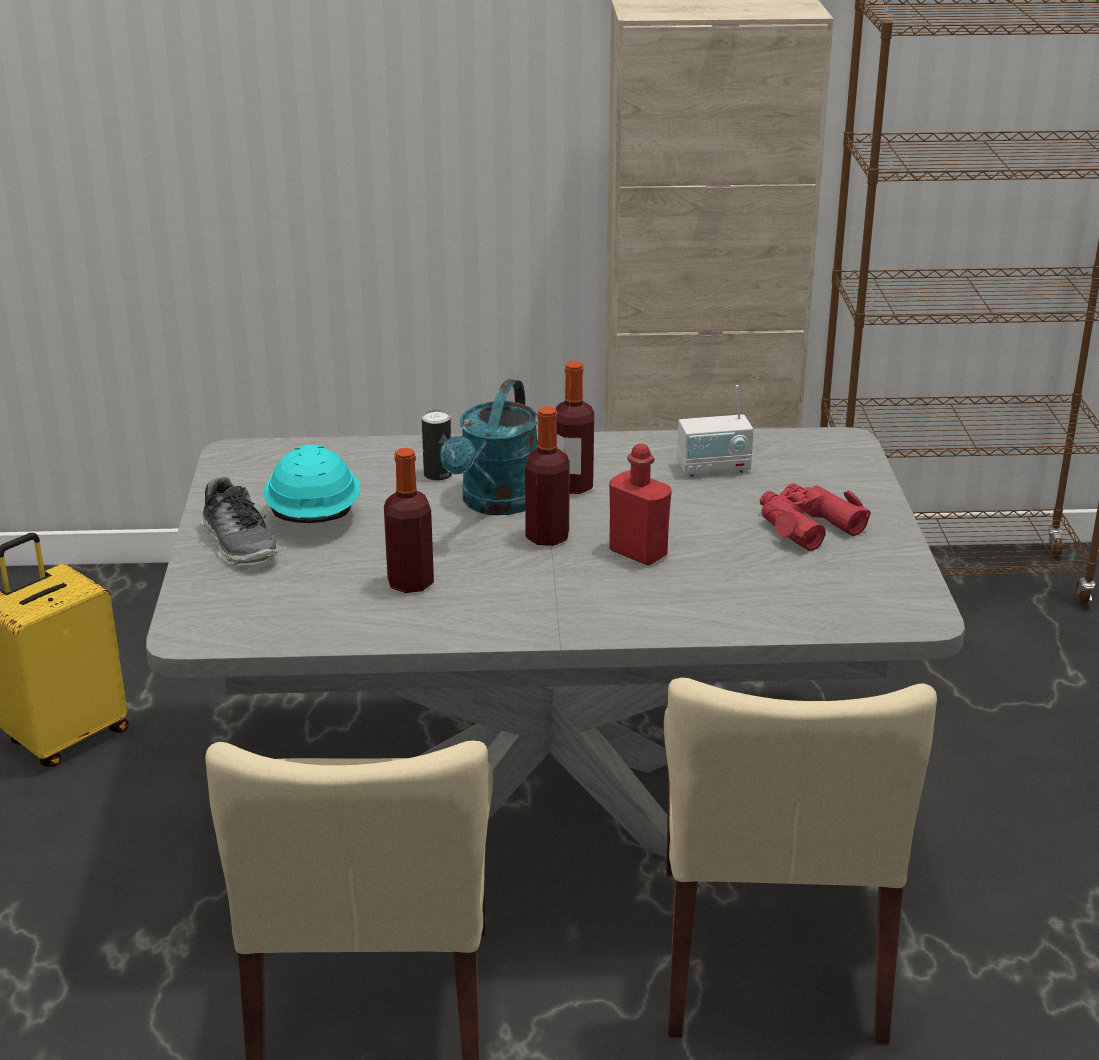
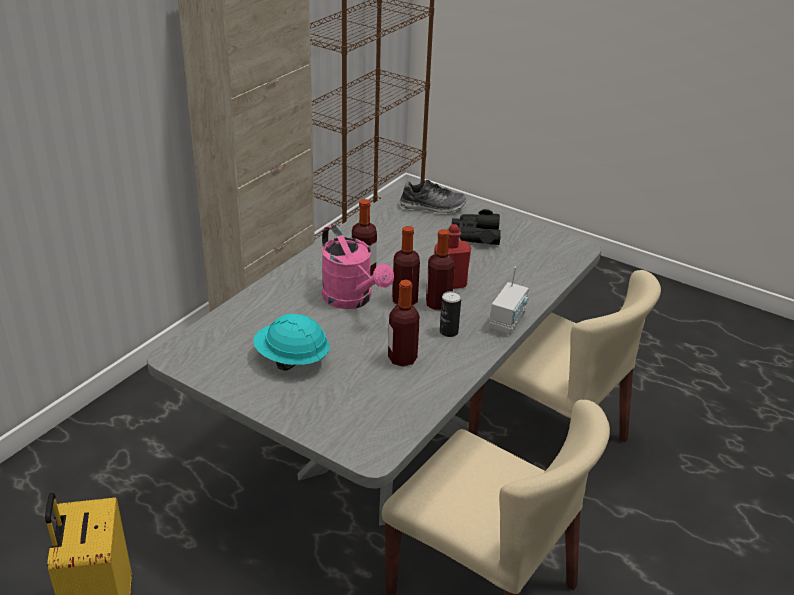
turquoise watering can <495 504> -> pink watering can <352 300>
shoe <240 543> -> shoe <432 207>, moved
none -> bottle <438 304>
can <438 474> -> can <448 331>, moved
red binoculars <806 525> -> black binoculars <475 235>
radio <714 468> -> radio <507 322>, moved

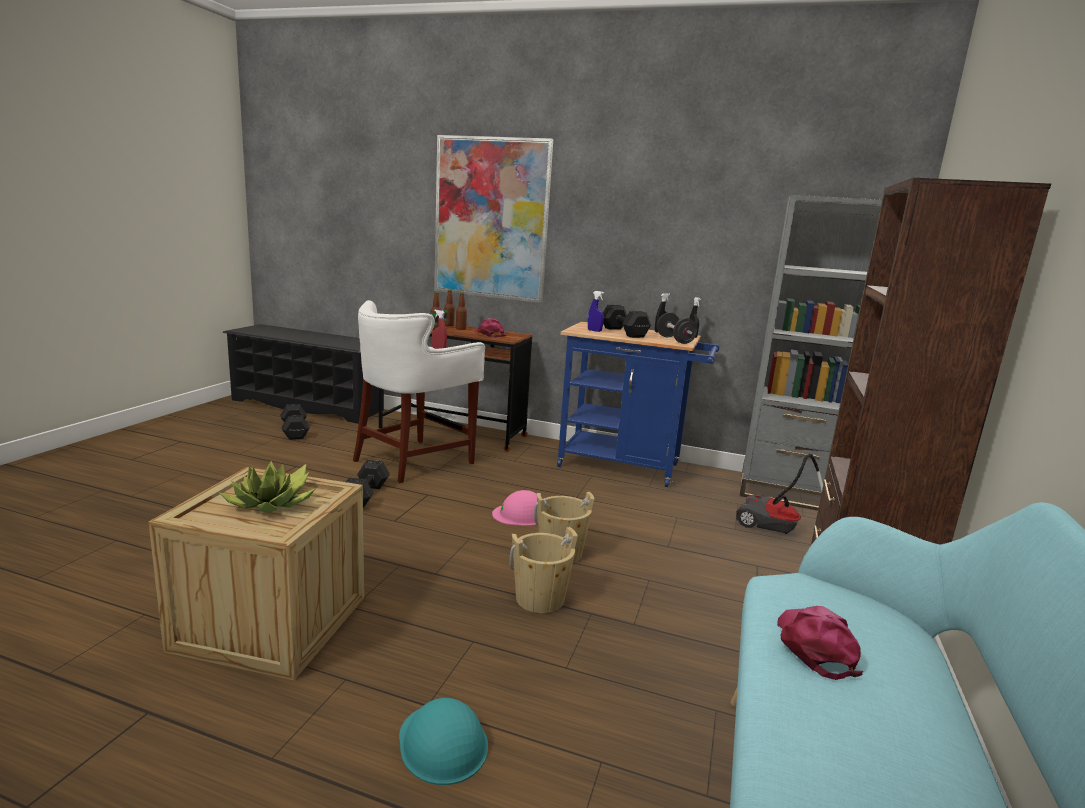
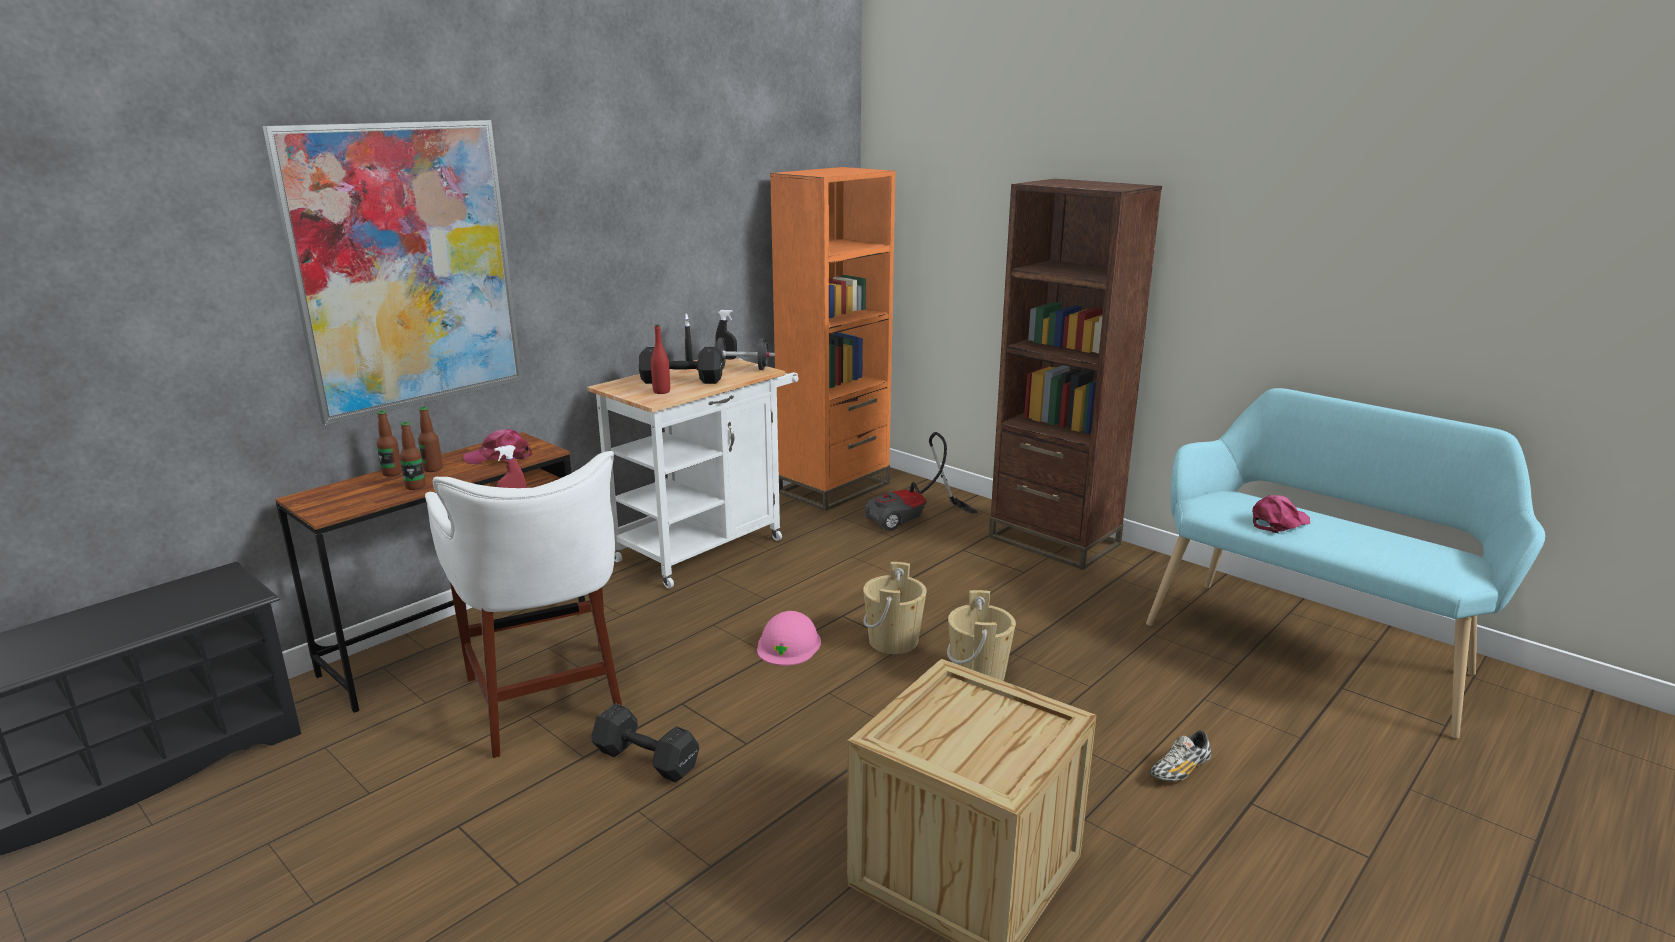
blue cart <627 467> -> white cart <706 546>
blue spray bottle <594 331> -> red bottle <661 391>
grey bookcase <785 493> -> orange bookcase <834 488>
turquoise hard hat <443 743> -> shoe <1179 771>
pink cap <815 646> -> pink cap <1279 522>, 120 degrees clockwise
potted plant <273 504> -> none
black dumbbell <295 431> -> none

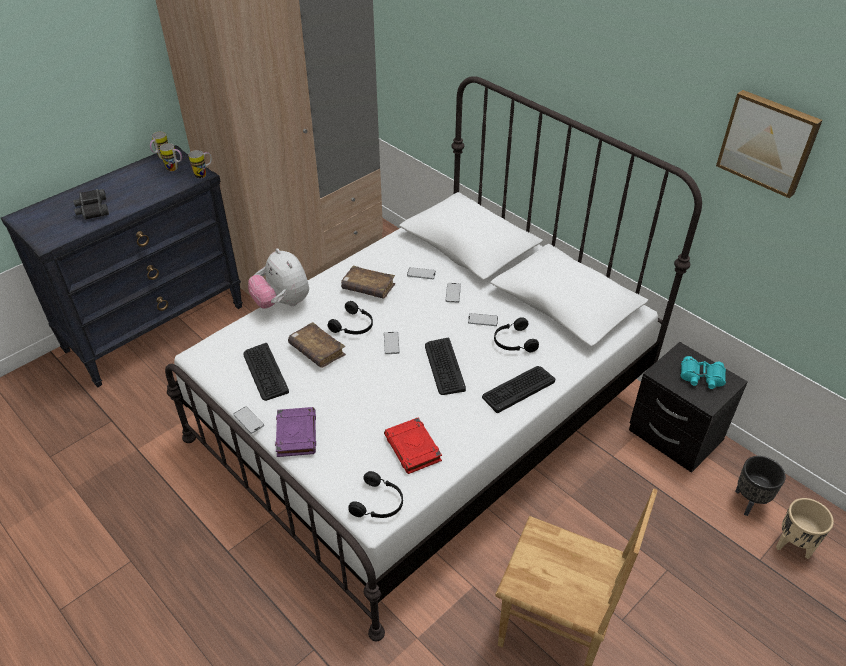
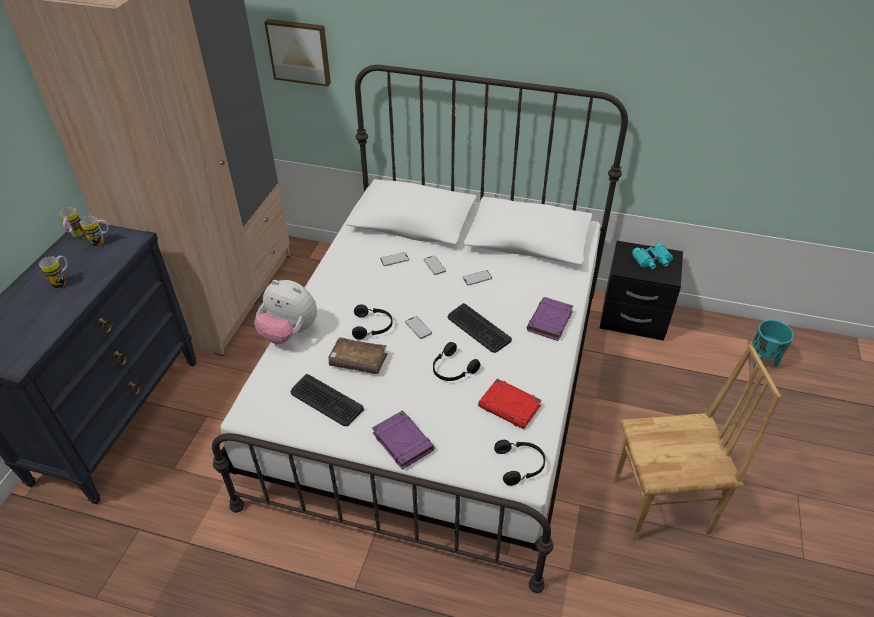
mug <204 175> -> mug <63 282>, moved
picture <768 142> -> picture <299 51>, moved
black headphones <513 342> -> black headphones <452 369>, moved
keyboard <518 389> -> purple book <550 321>
beige planter <793 545> -> turquoise planter <762 361>
black binoculars <92 209> -> none
phone <248 420> -> none
brown book <368 288> -> none
black planter <749 503> -> none

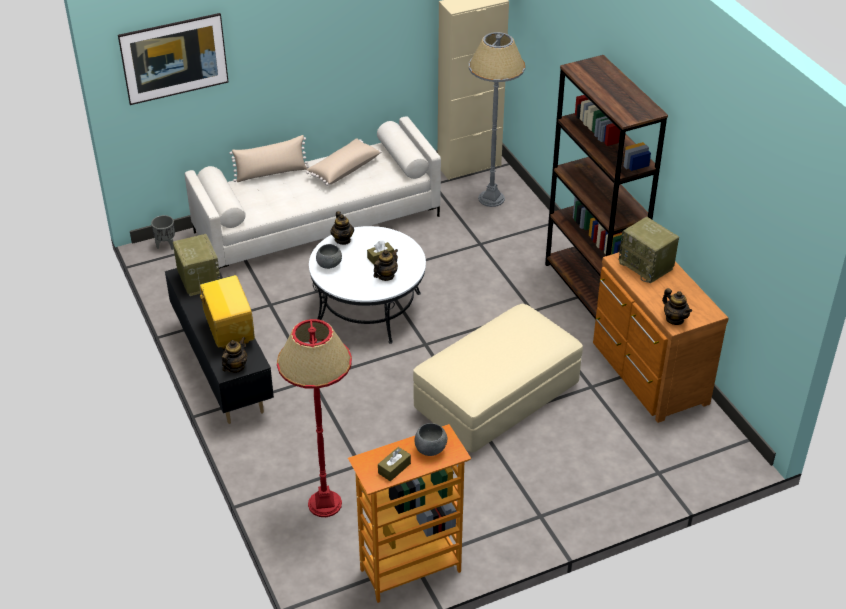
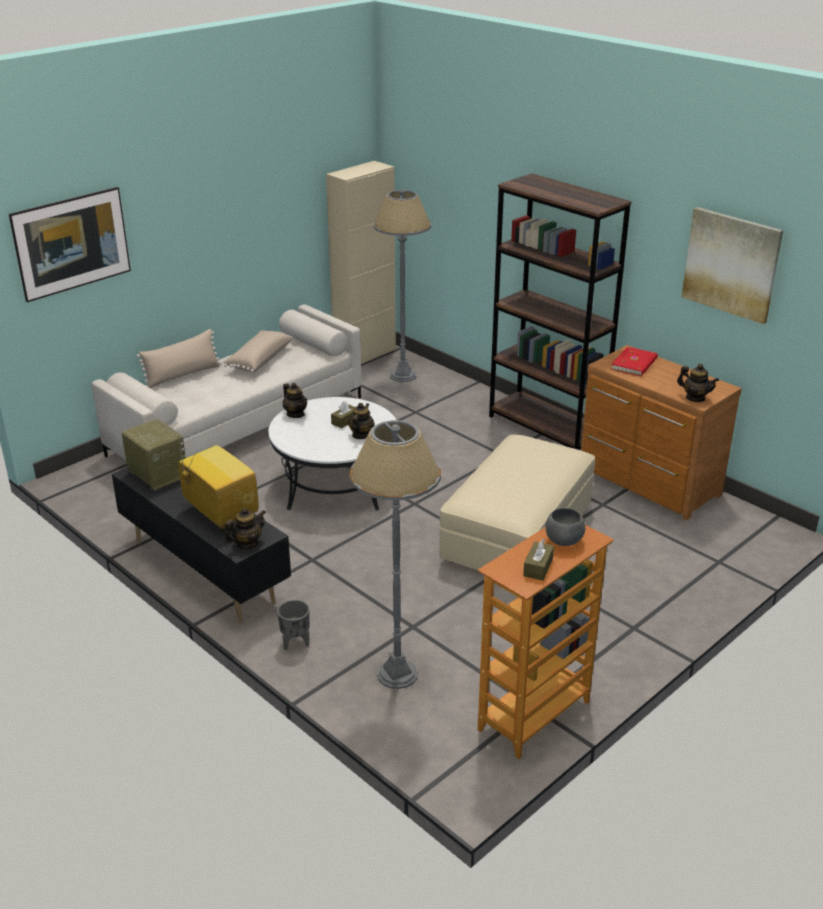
teapot <235 367> -> teapot <247 544>, 45 degrees clockwise
grey planter <166 245> -> grey planter <295 642>, moved
red floor lamp <324 504> -> grey floor lamp <396 674>
radio <647 266> -> red book <635 364>
none -> picture <731 264>
grey bowl <329 265> -> none

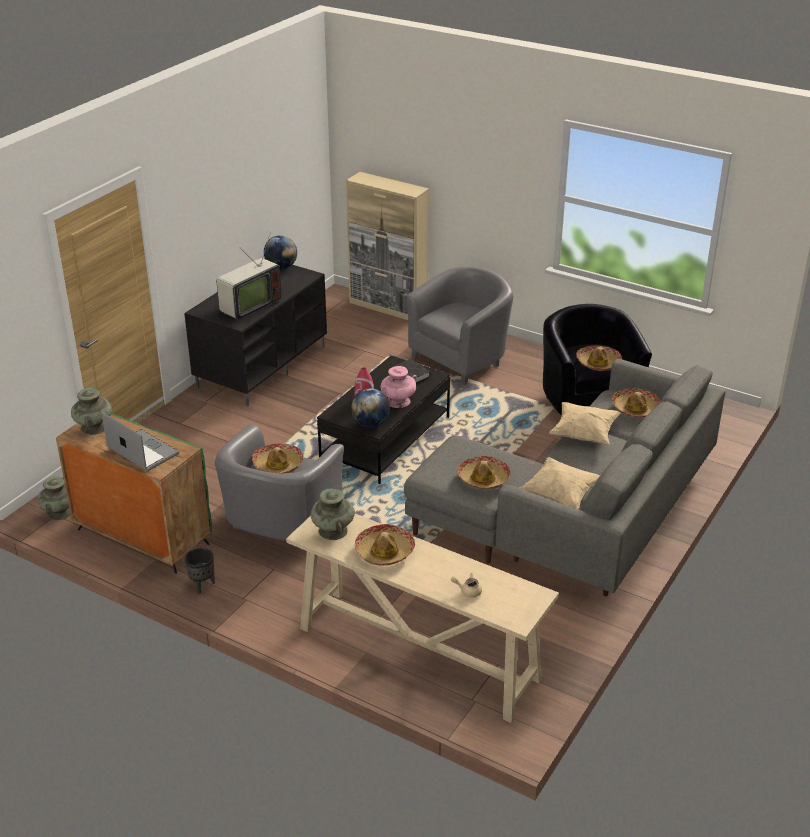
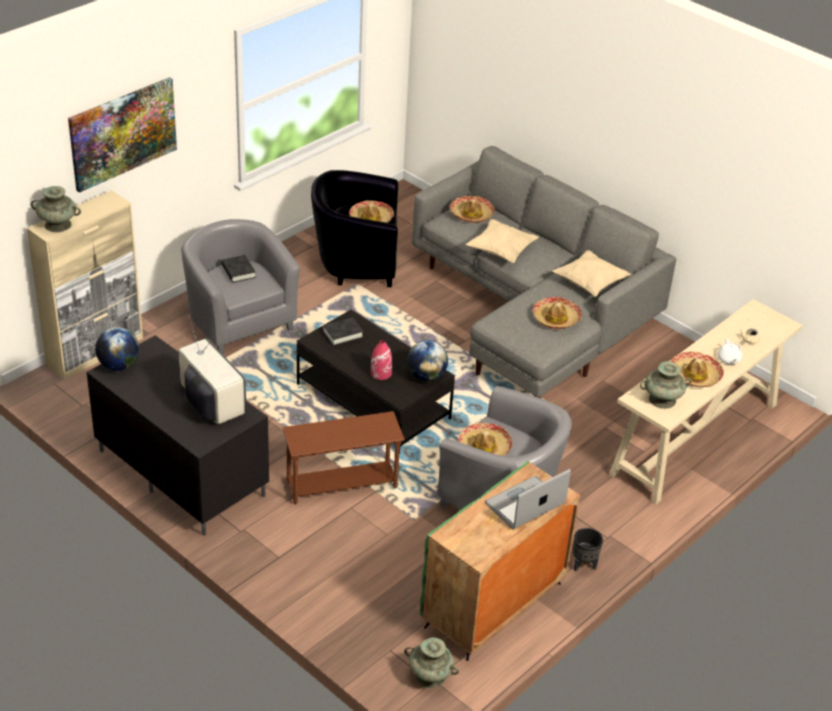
turquoise vase <94 427> -> turquoise vase <57 225>, moved
none -> picture <123 133>
none -> black book <238 271>
none -> brown side table <342 485>
none -> white teapot <728 359>
pink vase <398 401> -> none

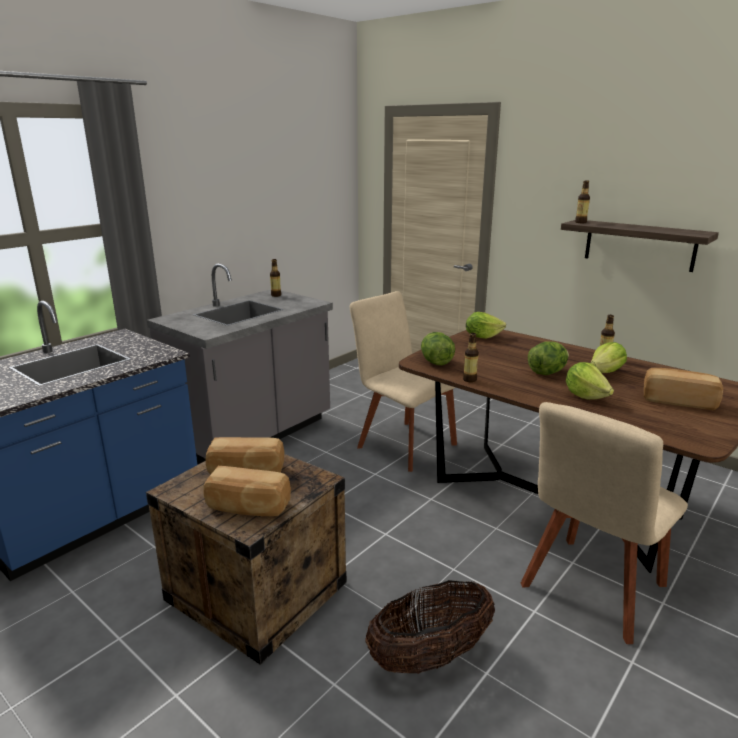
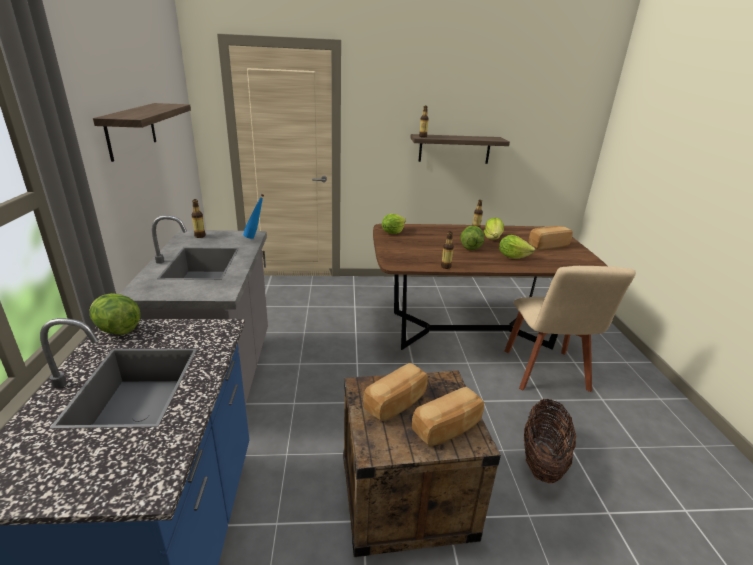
lettuce <436 362> -> lettuce <118 329>, moved
none -> shelf <131 130>
none -> blue bottle <255 237>
beige chair <403 444> -> none

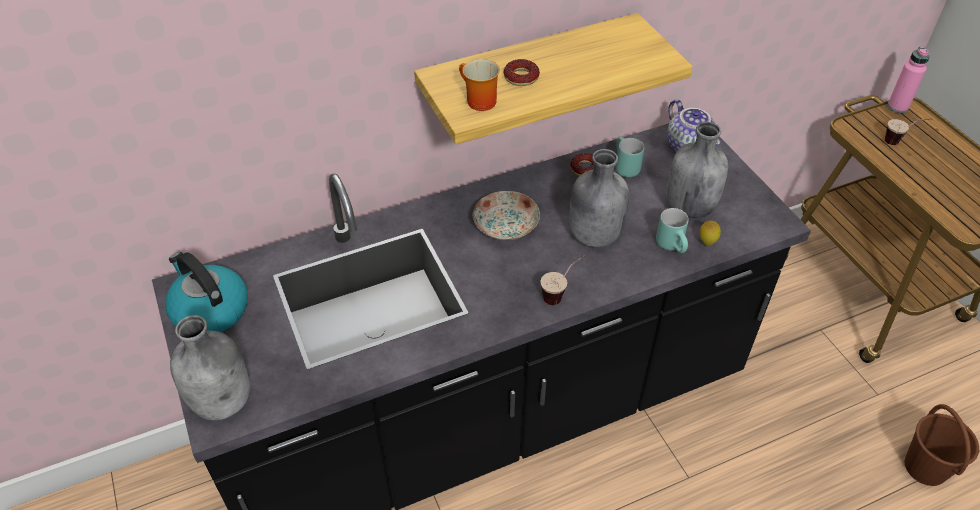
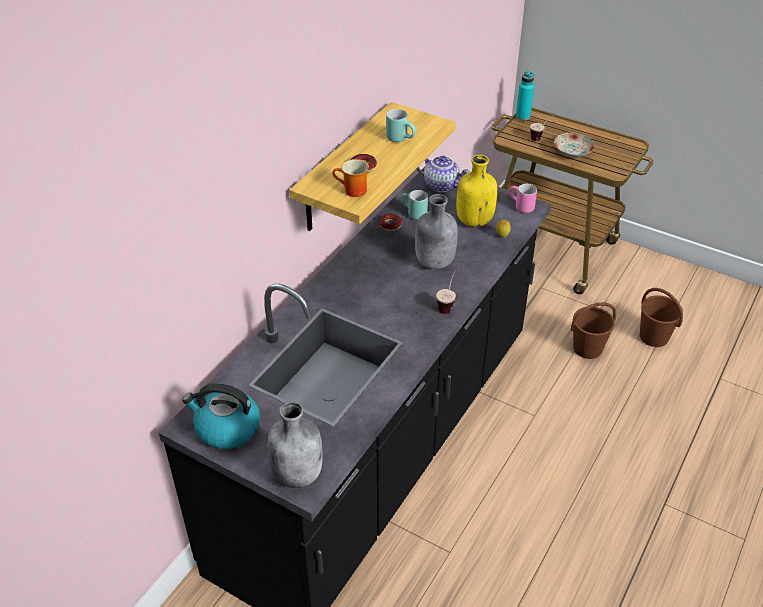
turquoise mug <673 246> -> turquoise mug <401 138>, moved
grey bottle <689 207> -> yellow bottle <473 220>
none -> pink mug <520 207>
pink bottle <897 106> -> turquoise bottle <523 116>
plate <505 225> -> plate <572 152>, moved
none -> brown bucket <588 348>

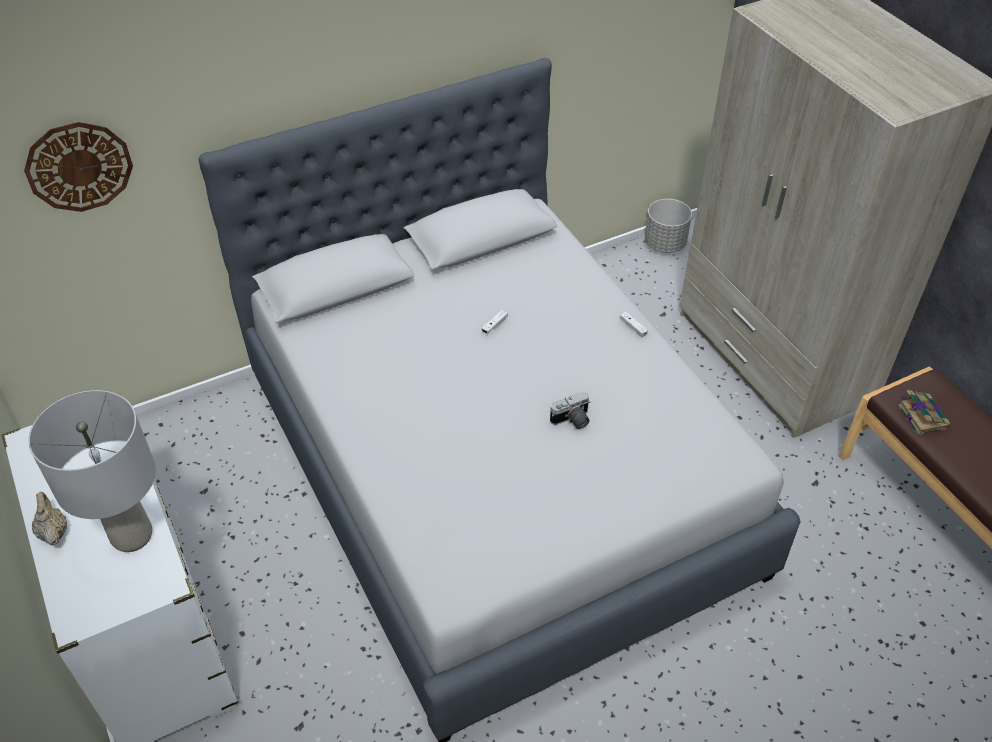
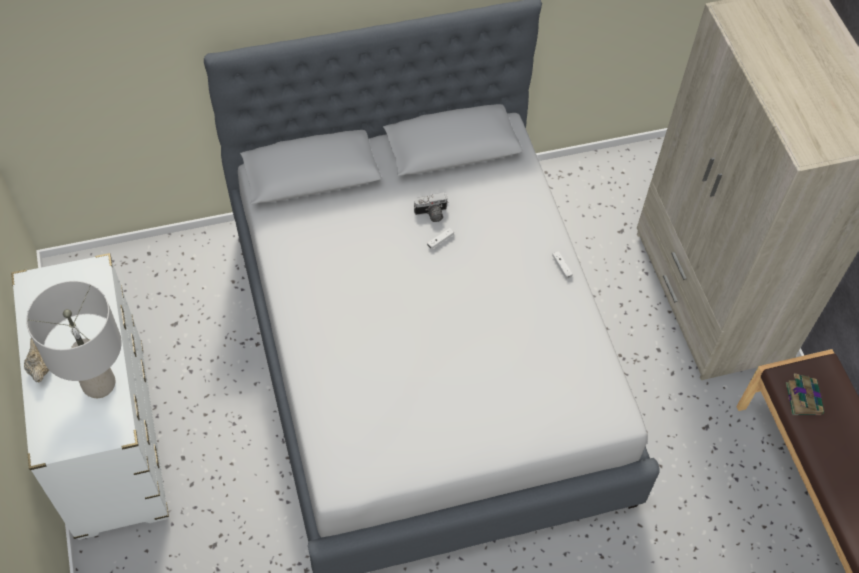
photo camera <572 421> -> photo camera <431 214>, moved
wall clock <79 166> -> none
grey planter <665 243> -> none

